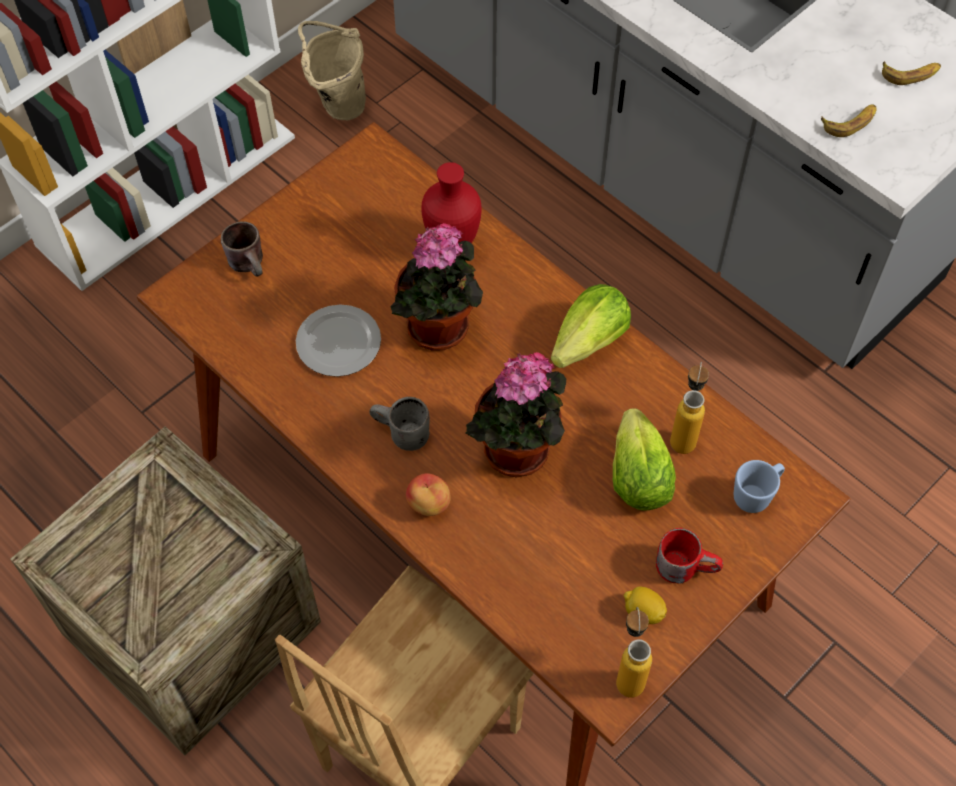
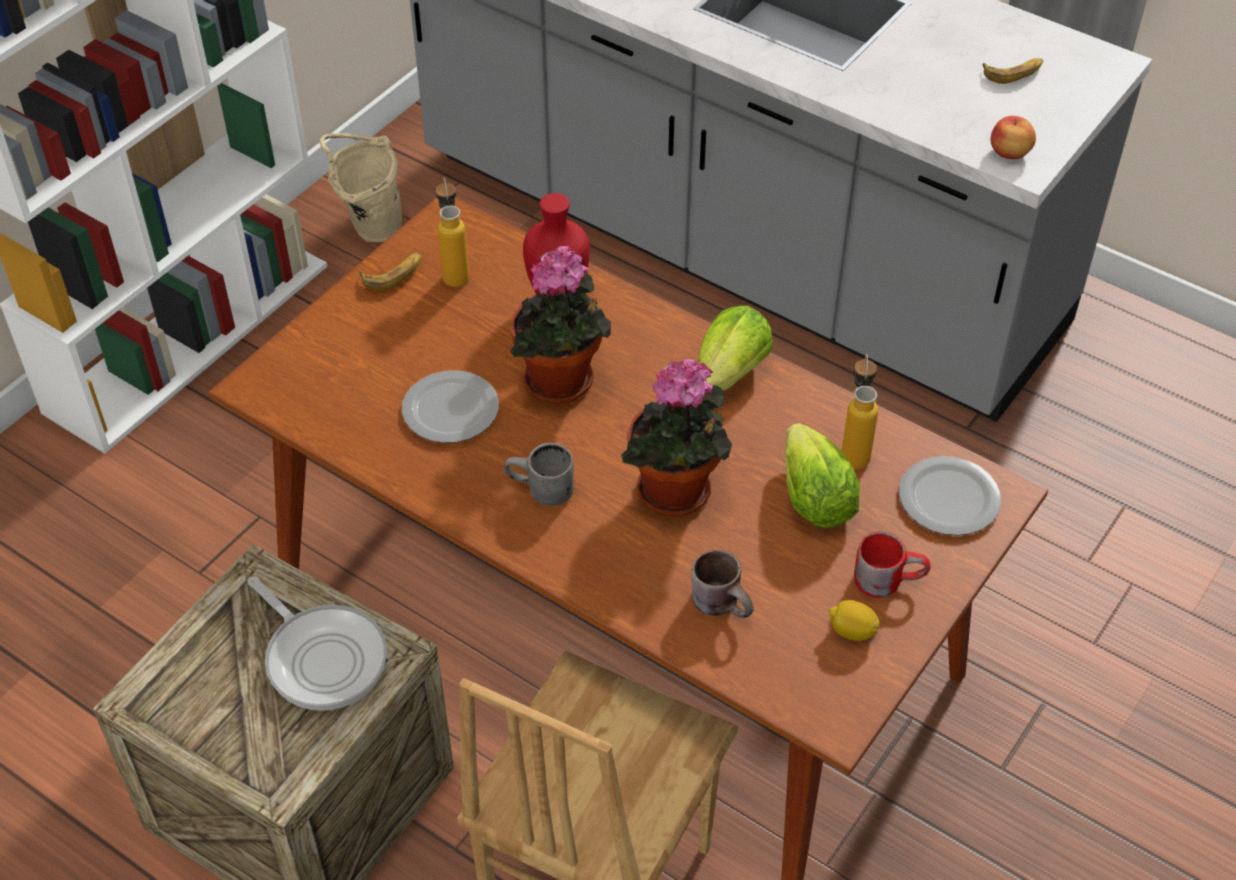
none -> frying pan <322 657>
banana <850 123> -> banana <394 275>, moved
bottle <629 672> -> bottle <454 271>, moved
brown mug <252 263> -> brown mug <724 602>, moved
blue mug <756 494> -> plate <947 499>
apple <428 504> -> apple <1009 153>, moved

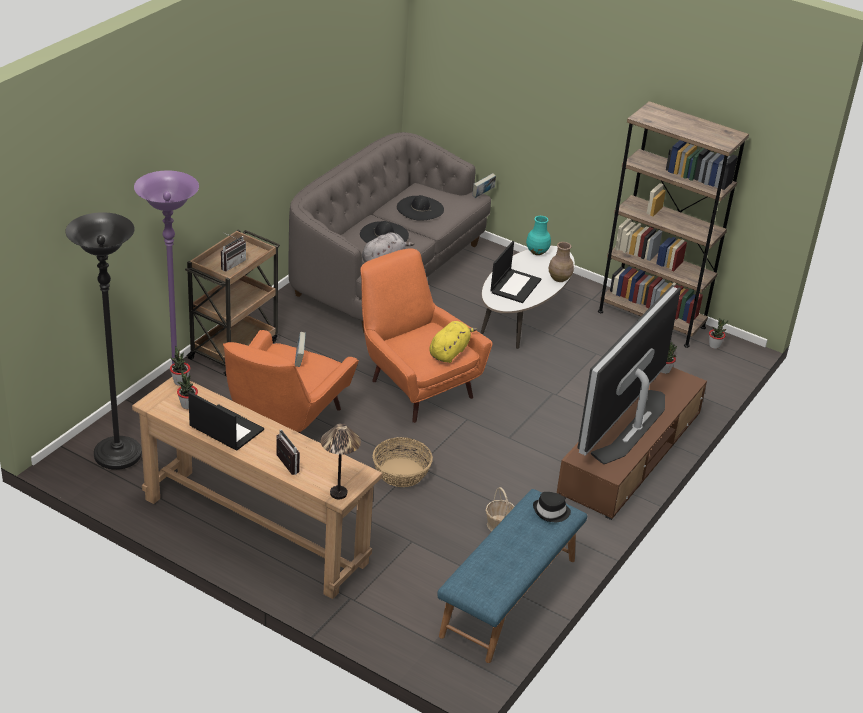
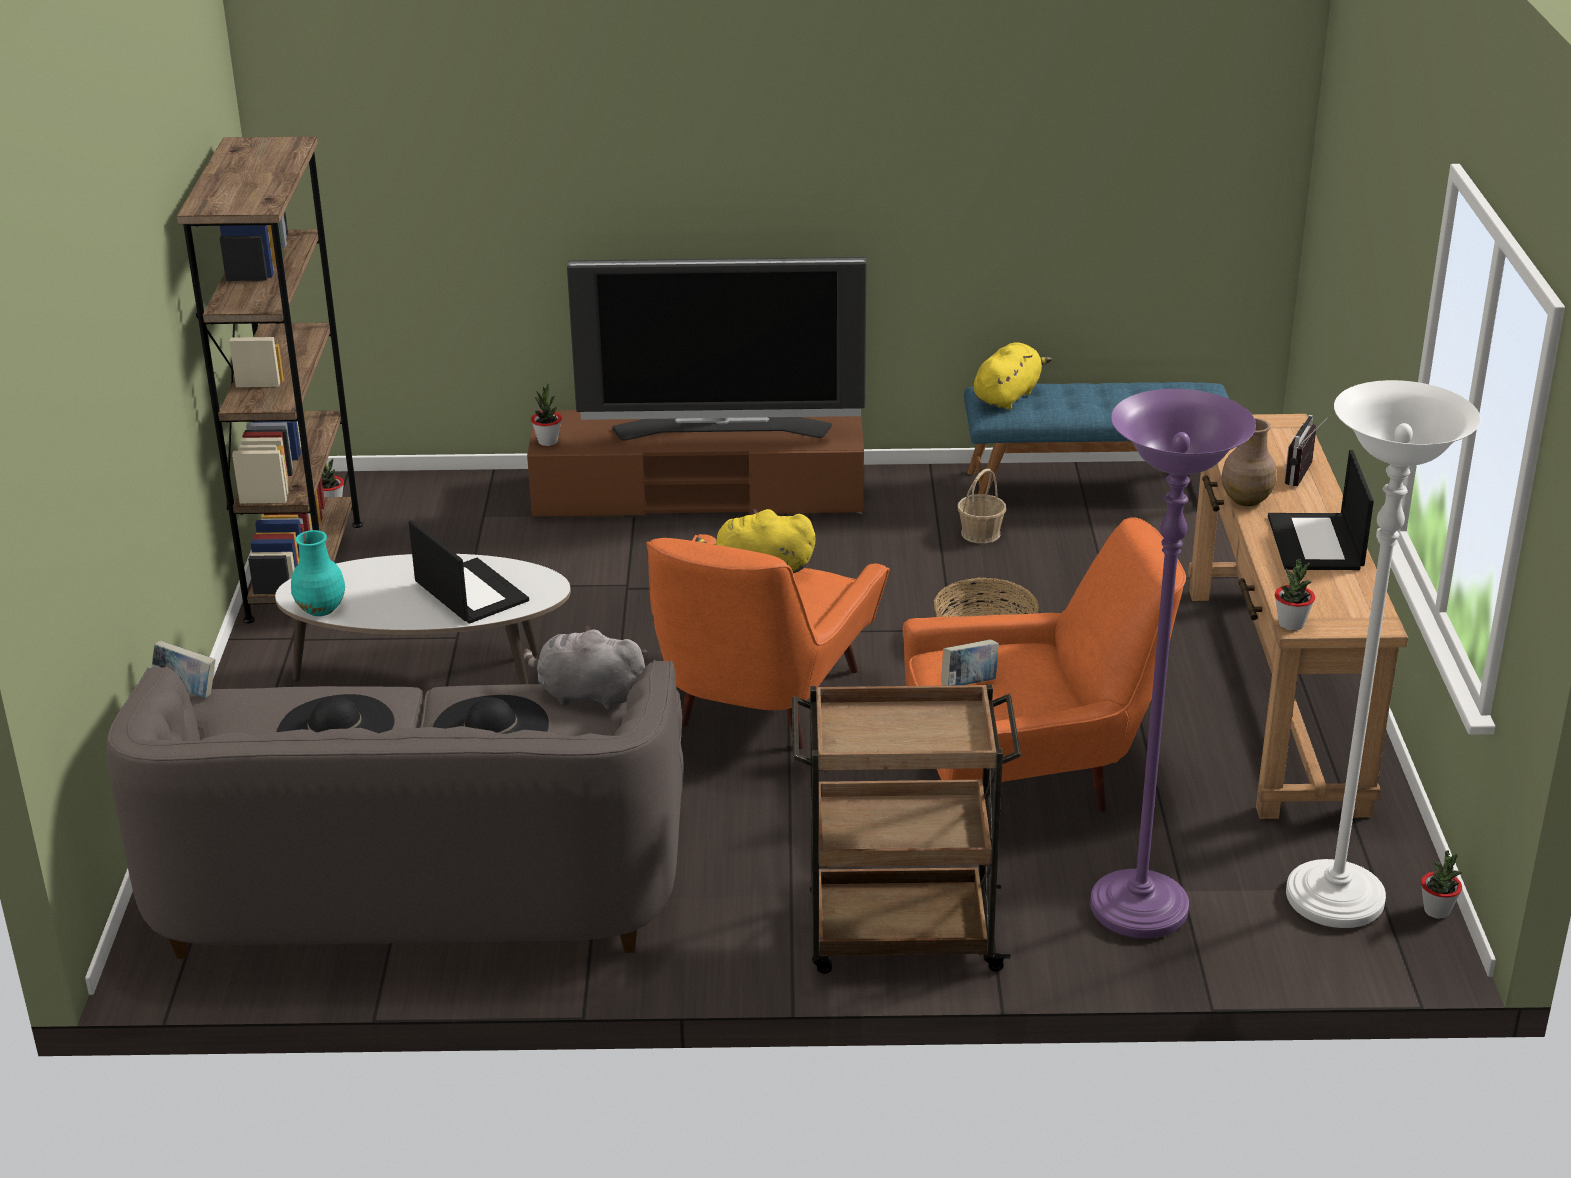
laptop <515 286> -> laptop <469 592>, 60 degrees clockwise
black hat <551 512> -> yellow plush toy <1007 396>
brown vase <560 278> -> brown vase <1245 499>, moved
black floor lamp <118 455> -> white floor lamp <1334 899>
potted plant <187 405> -> potted plant <1436 911>, moved
radio <231 263> -> none
table lamp <339 494> -> none

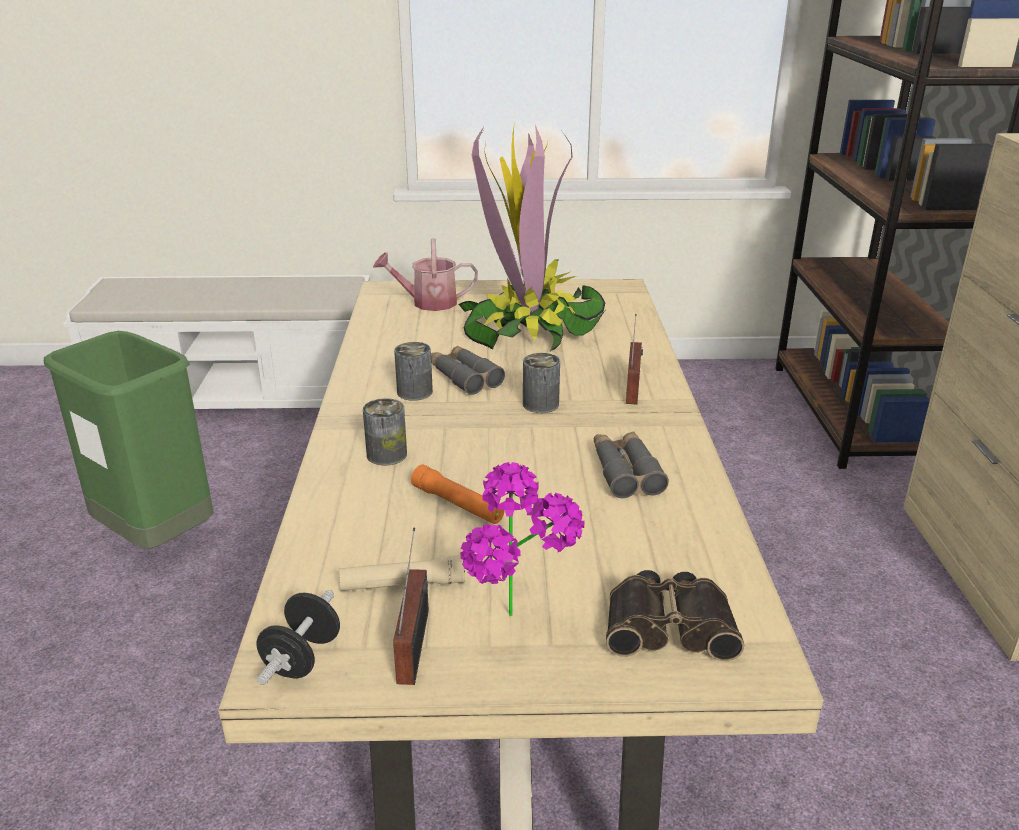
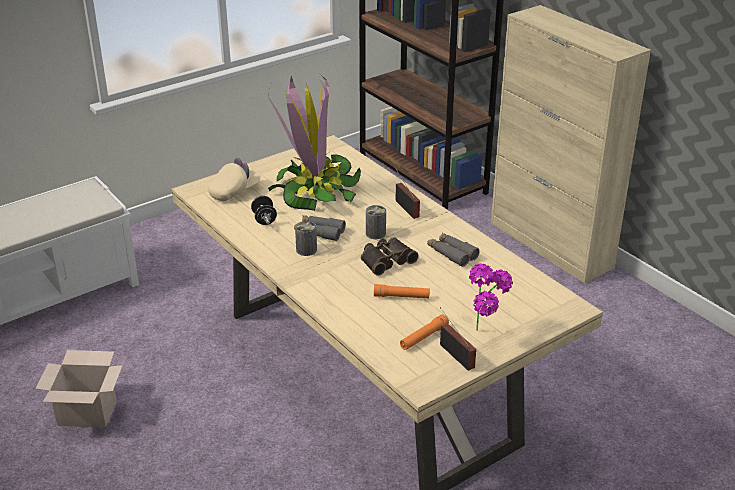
green trash can <156 537> -> cardboard box <88 412>
watering can <428 303> -> beige cap <235 191>
black dumbbell <302 658> -> black dumbbell <264 219>, moved
binoculars <669 625> -> binoculars <386 260>, moved
beige flashlight <402 585> -> orange flashlight <423 337>
can <387 454> -> none

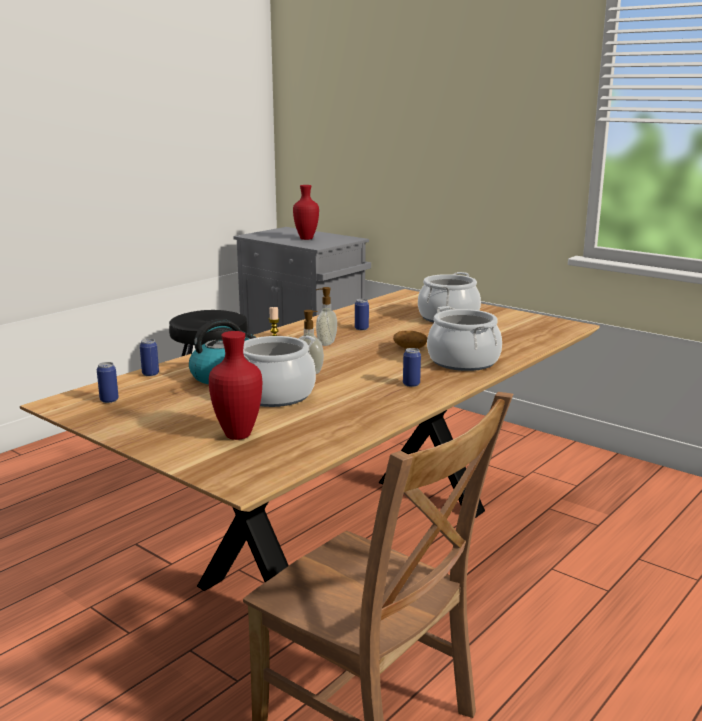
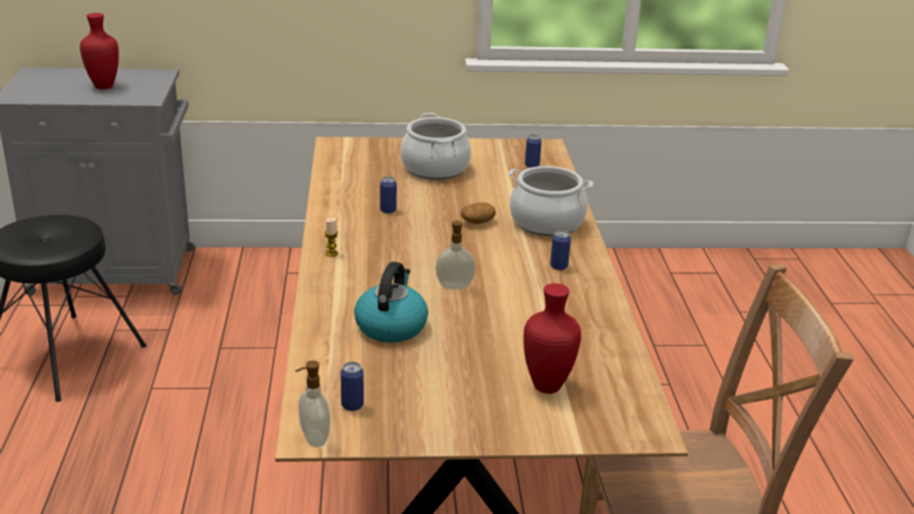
soap dispenser <326 343> -> soap dispenser <313 439>, moved
can <150 374> -> can <532 165>, moved
cooking pot <274 395> -> none

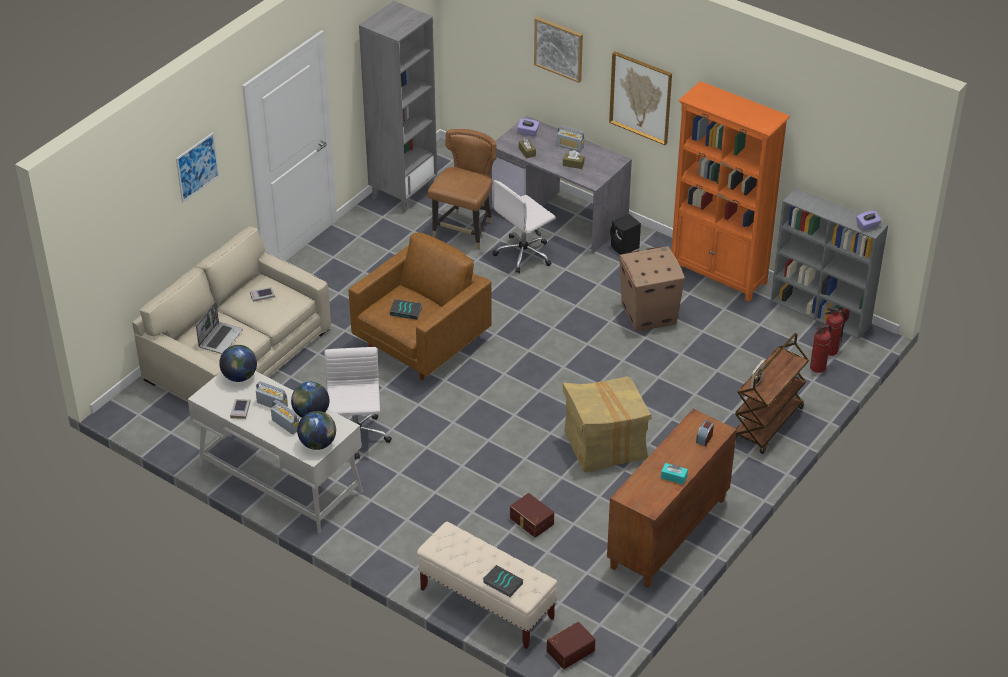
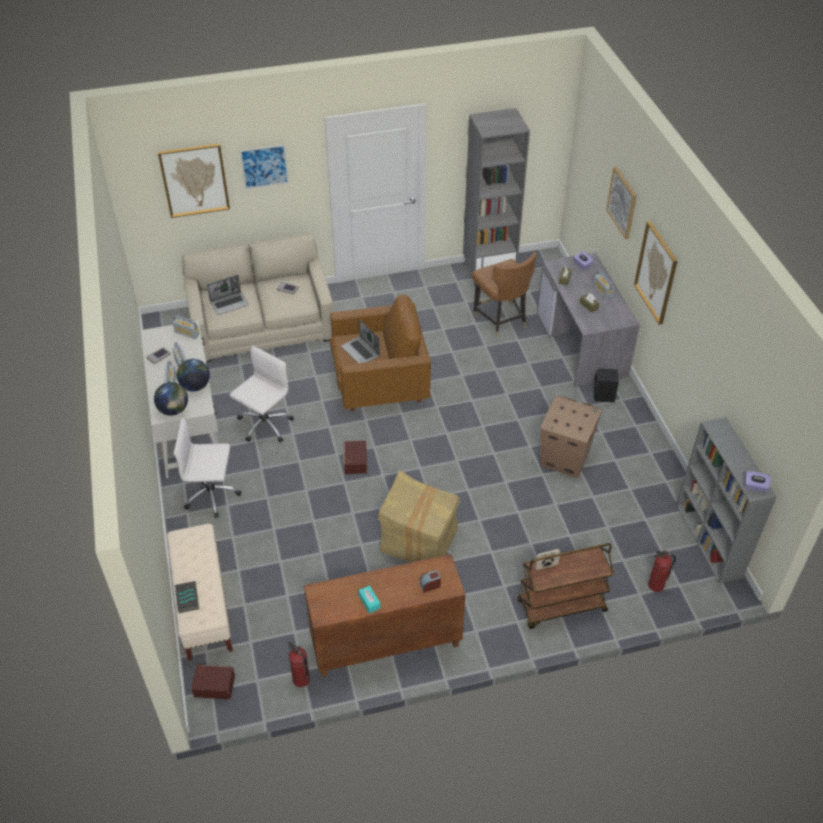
none -> picture <194 180>
globe <240 376> -> radio <187 333>
white office chair <524 254> -> white office chair <212 494>, moved
fire extinguisher <829 351> -> fire extinguisher <301 679>, moved
book <406 311> -> laptop <361 351>
brown storage box <531 521> -> brown storage box <354 462>, moved
brown chair <465 230> -> brown chair <501 320>, 90 degrees clockwise
orange bookcase <718 275> -> none

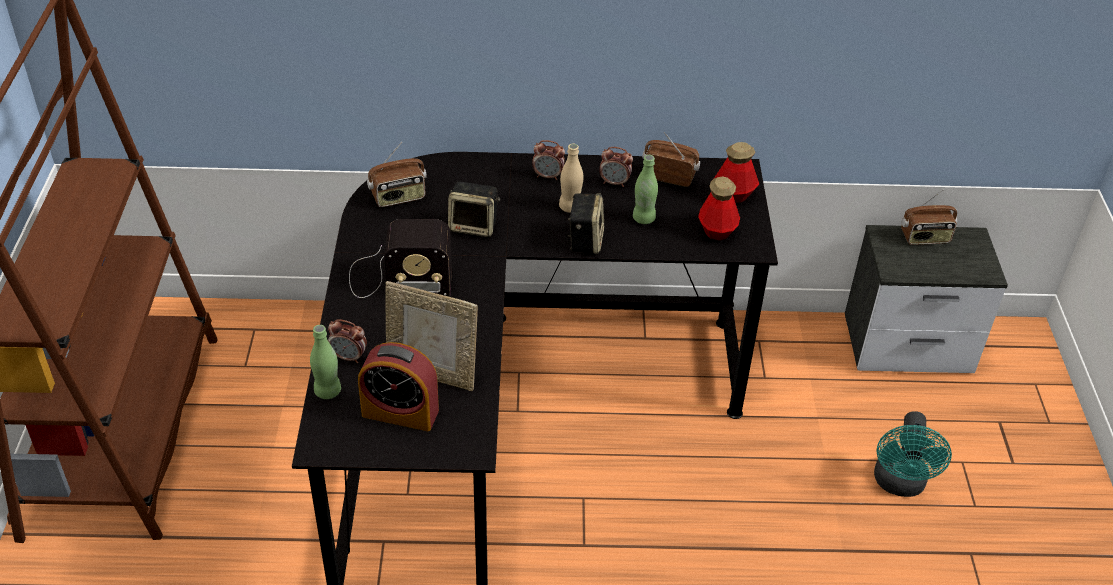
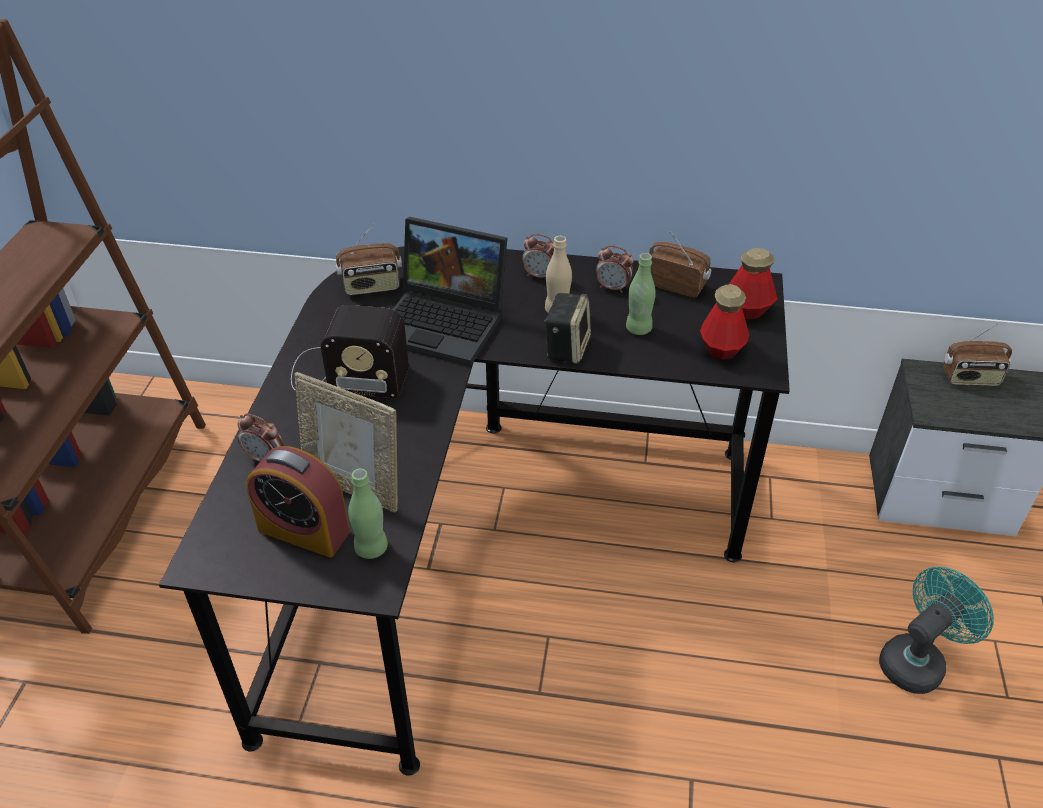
green bottle <328 391> -> green bottle <371 548>, moved
speaker <474 226> -> laptop <446 323>
turquoise fan <899 484> -> turquoise fan <917 660>, 150 degrees counterclockwise

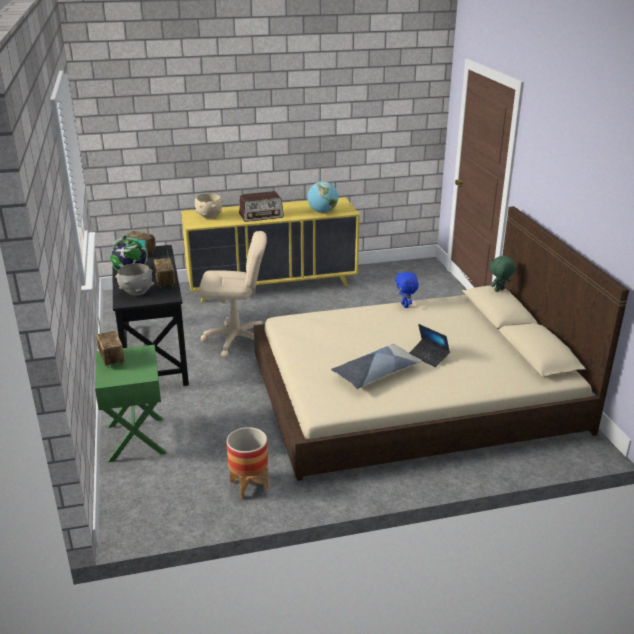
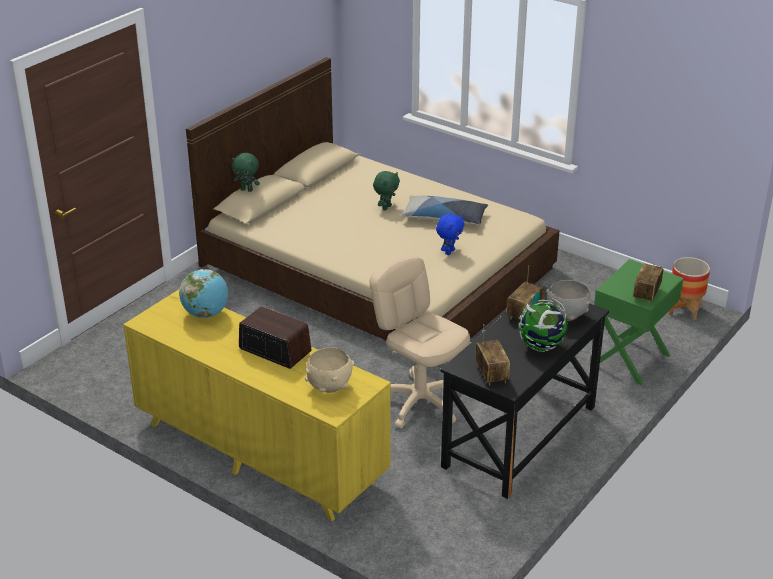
laptop <428 356> -> green plush toy <386 207>
blue plush toy <405 305> -> blue plush toy <449 252>, moved
planter <249 485> -> planter <684 310>, moved

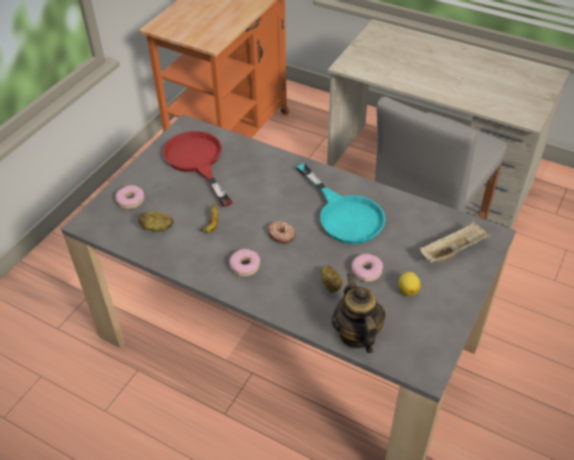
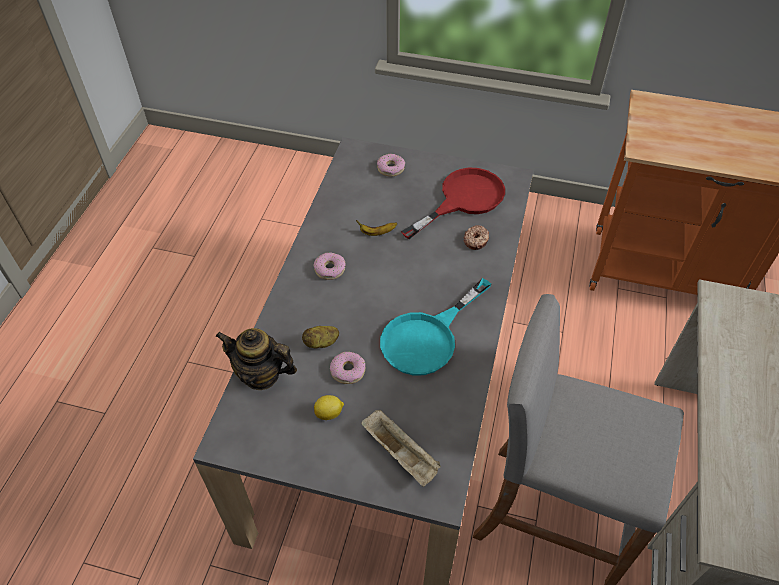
teapot <356 334> -> teapot <261 374>, 135 degrees counterclockwise
donut <281 235> -> donut <476 240>, moved
potato <157 228> -> none

